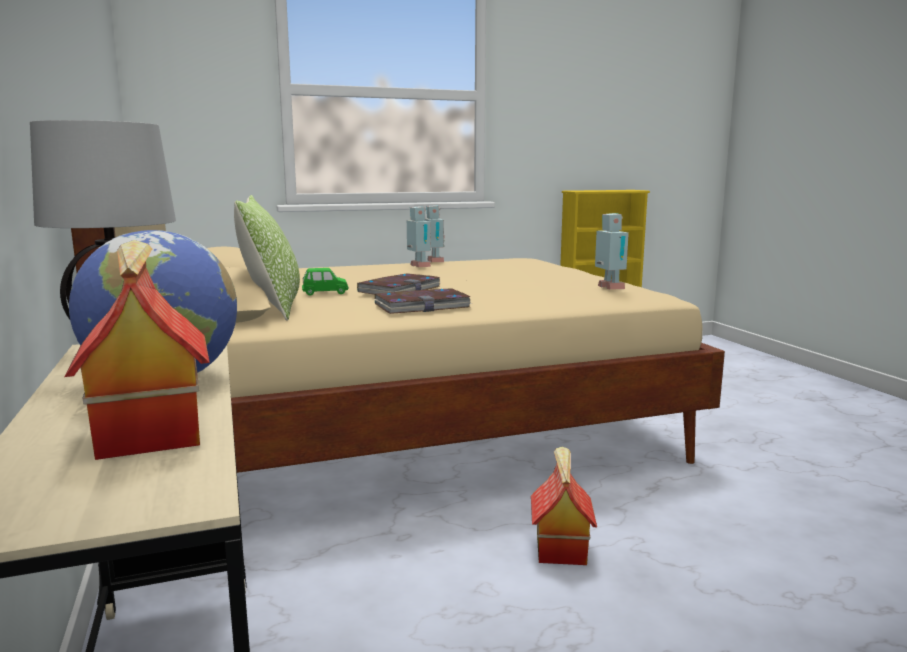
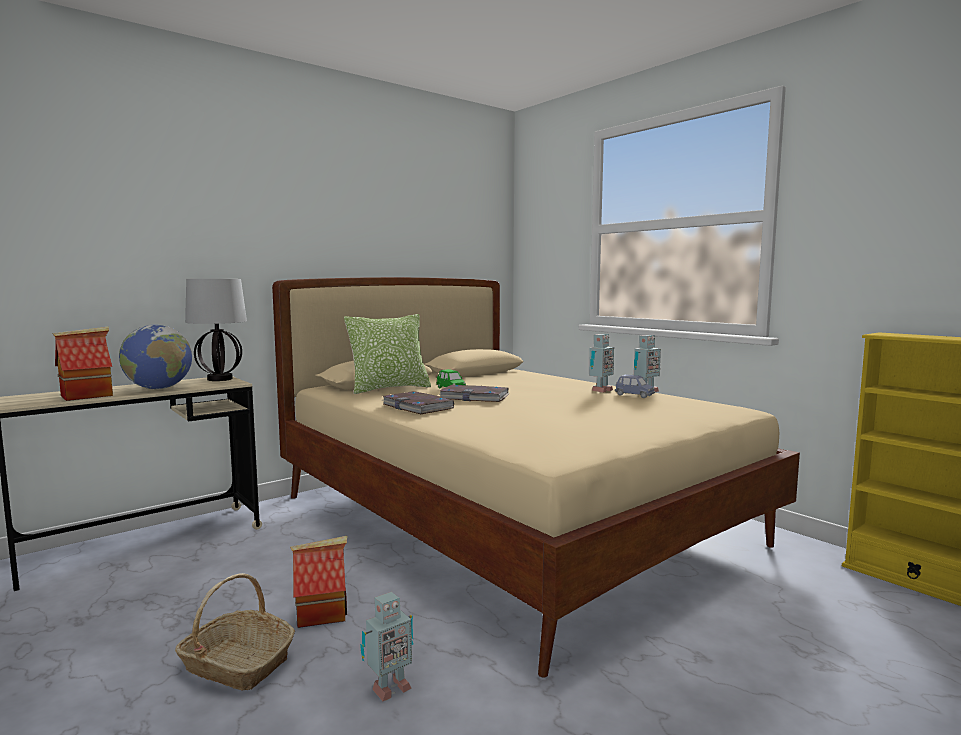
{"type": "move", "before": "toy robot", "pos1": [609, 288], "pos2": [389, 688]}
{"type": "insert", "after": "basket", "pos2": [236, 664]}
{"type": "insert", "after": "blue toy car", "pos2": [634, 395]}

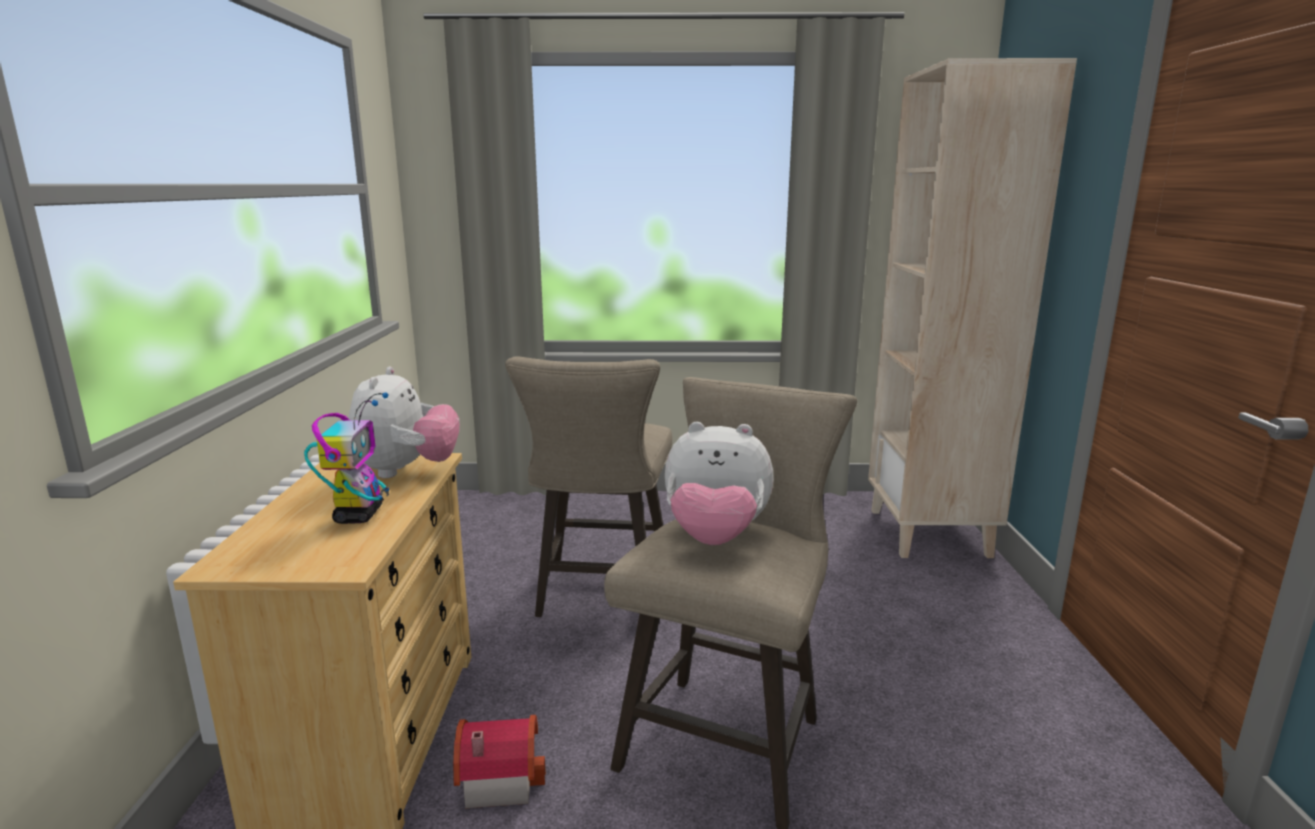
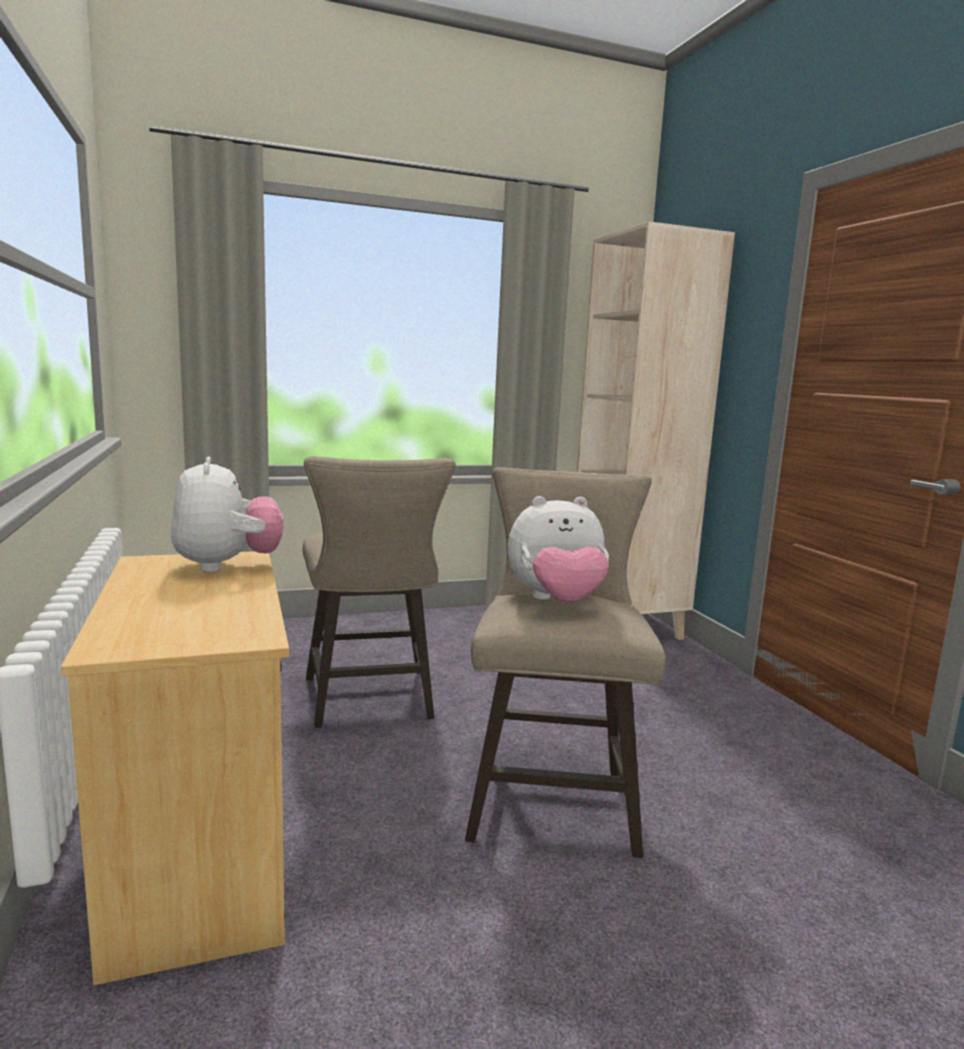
{"type": "delete", "before": "toy robot", "pos1": [359, 515]}
{"type": "delete", "before": "toy house", "pos1": [498, 778]}

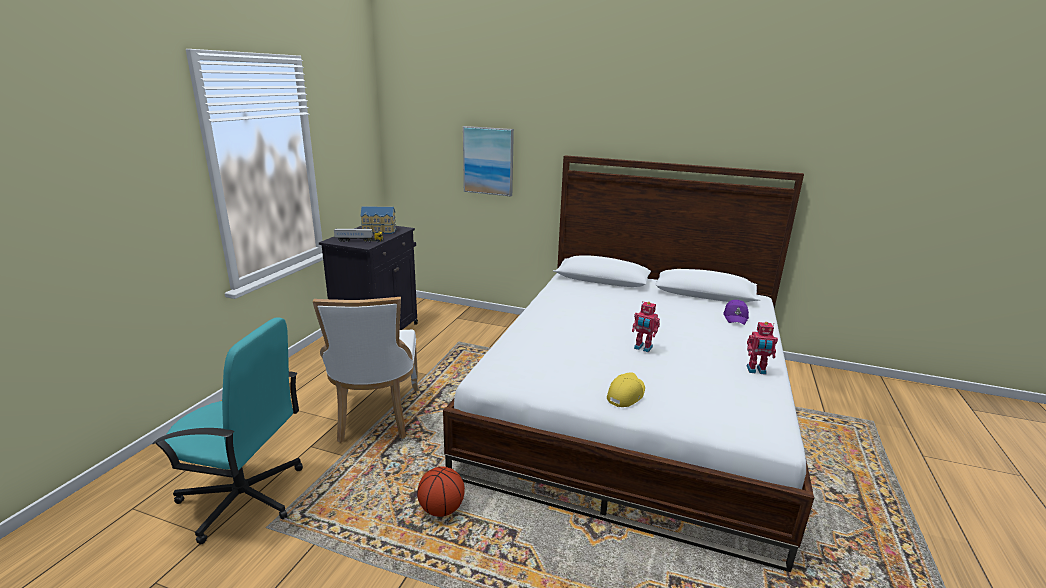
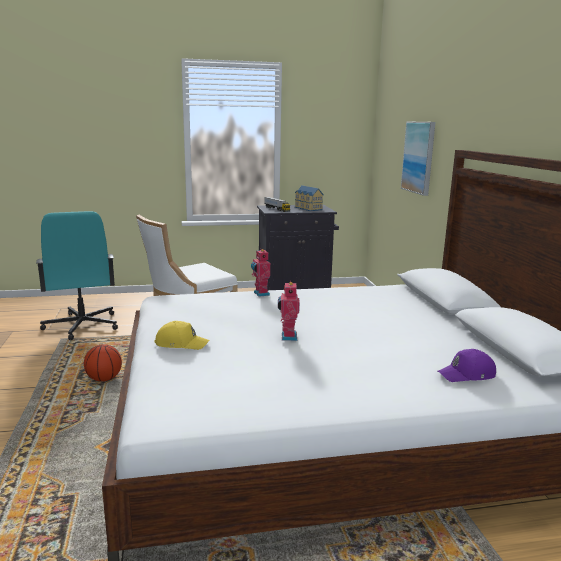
{"type": "move", "before": "toy robot", "pos1": [756, 370], "pos2": [260, 294]}

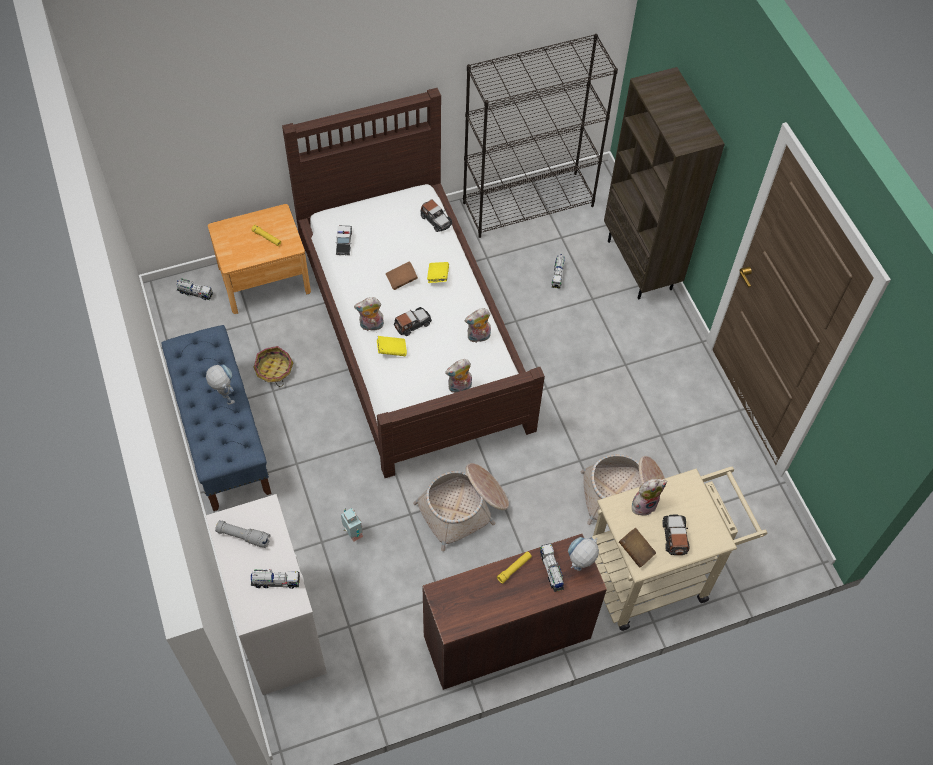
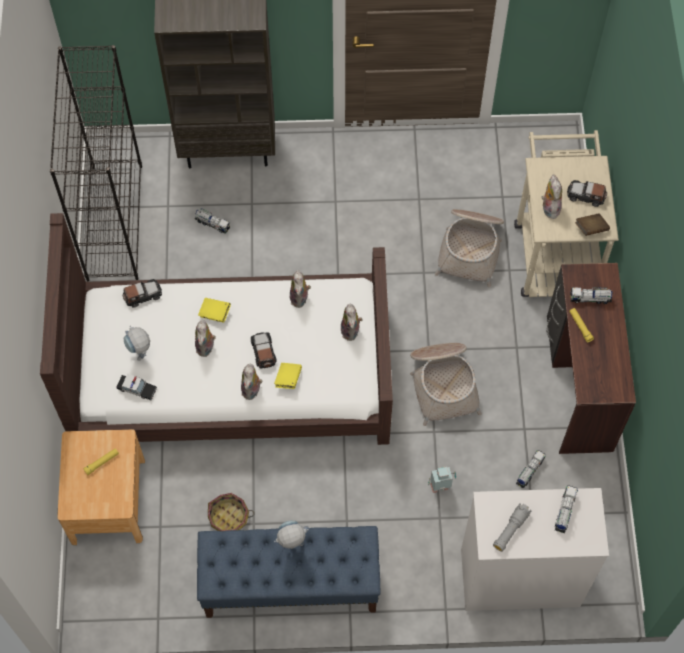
{"type": "move", "before": "toy truck", "pos1": [195, 293], "pos2": [529, 471]}
{"type": "replace", "before": "brown book", "after": "plush toy", "pos1": [401, 280], "pos2": [206, 347]}
{"type": "move", "before": "toy robot", "pos1": [579, 568], "pos2": [141, 356]}

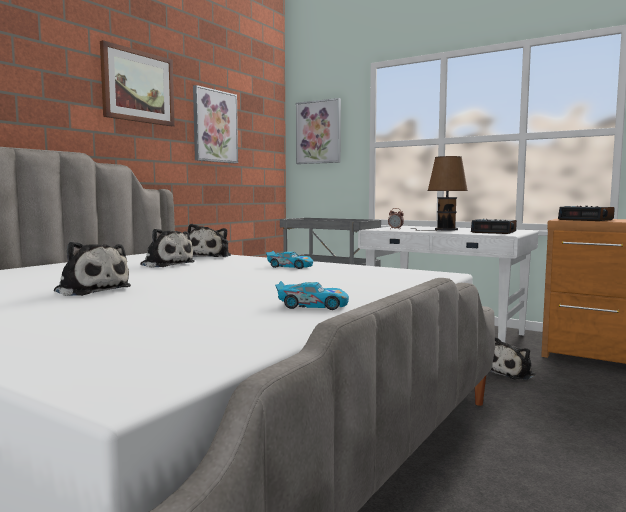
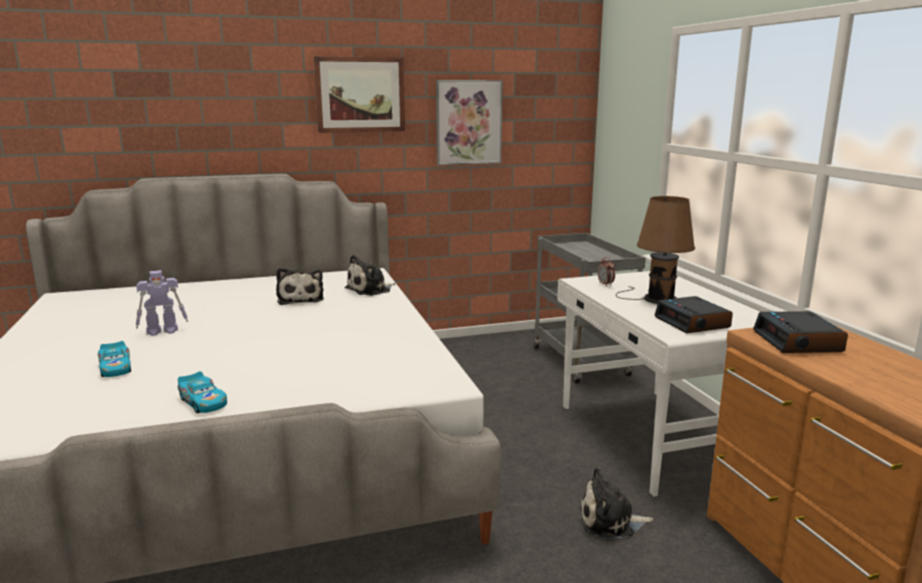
{"type": "replace", "before": "plush toy", "after": "toy robot", "pos1": [91, 290], "pos2": [163, 331]}
{"type": "move", "before": "toy car", "pos1": [290, 267], "pos2": [115, 368]}
{"type": "delete", "before": "picture", "pos1": [318, 132]}

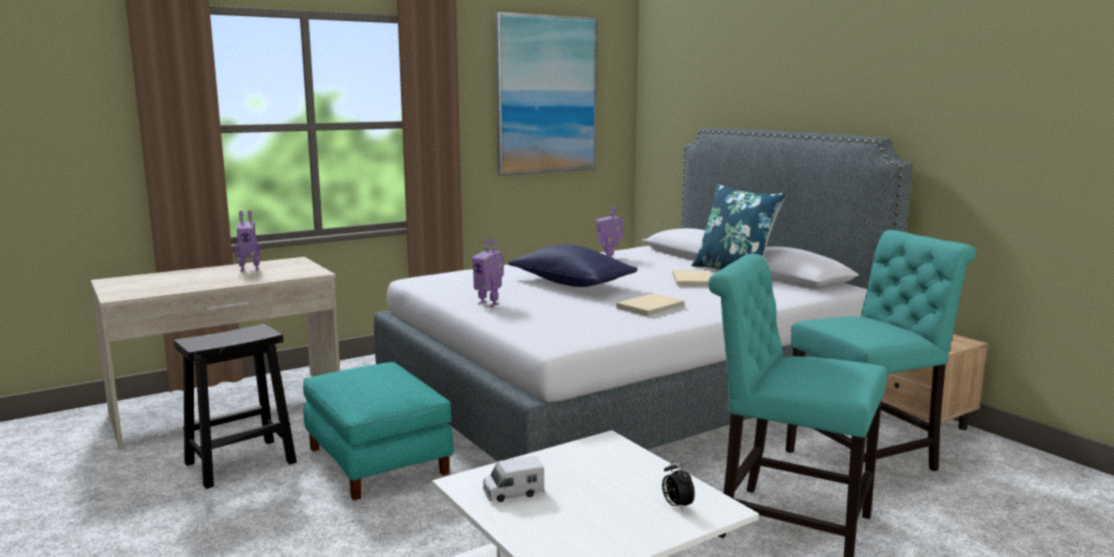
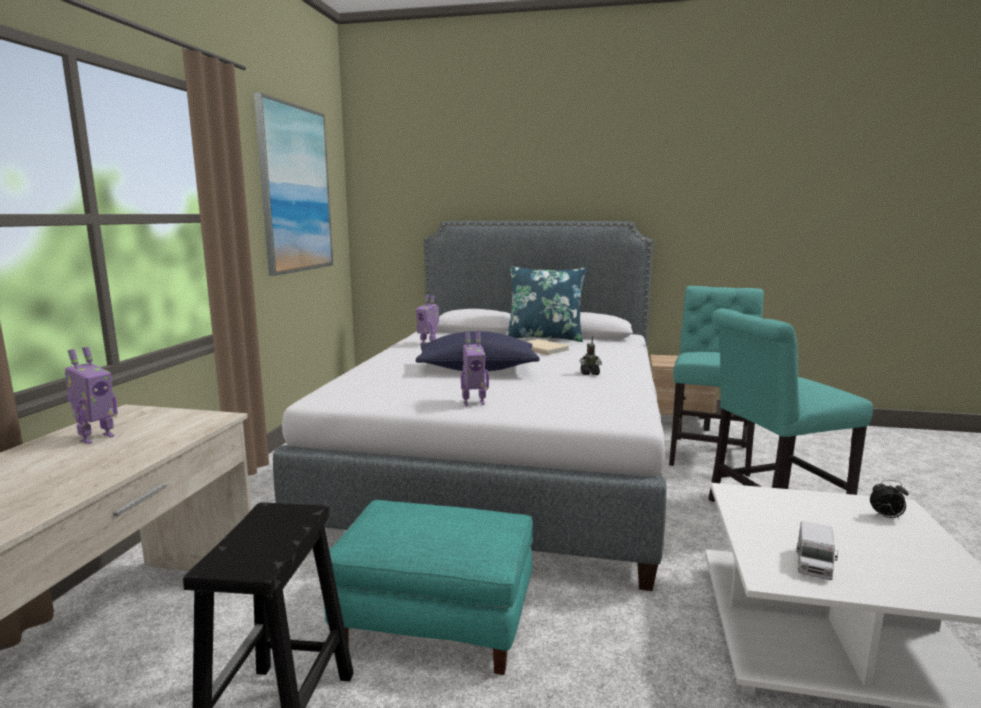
{"type": "replace", "before": "beige book", "after": "toy robot", "pos1": [652, 307], "pos2": [590, 373]}

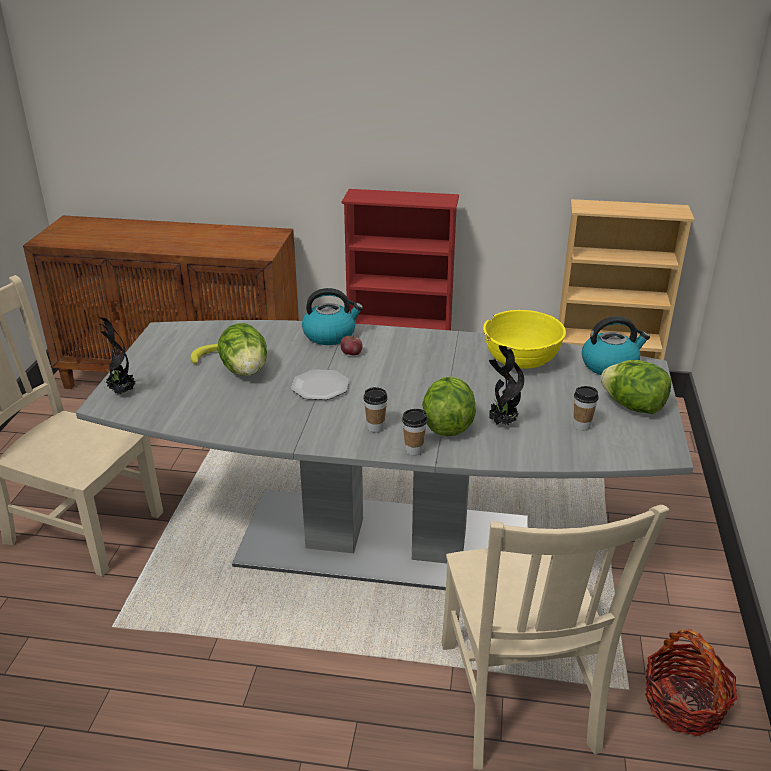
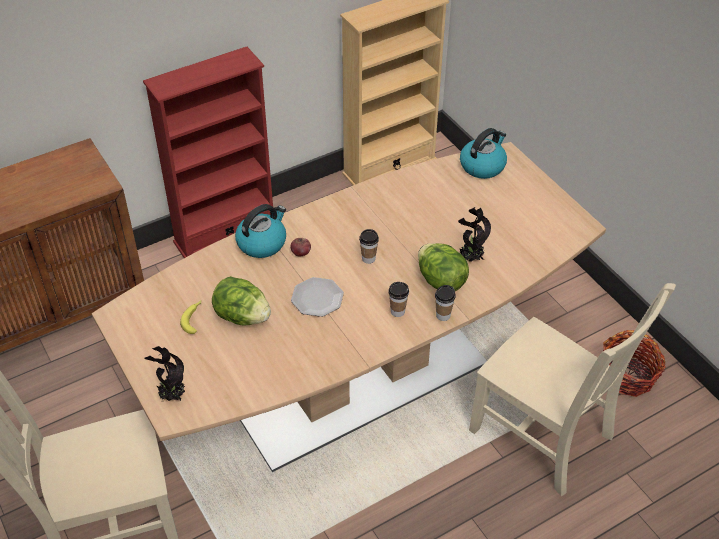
{"type": "recolor", "before": "grey dining table", "after": "brown dining table", "pos1": [386, 543], "pos2": [359, 380]}
{"type": "delete", "before": "yellow bowl", "pos1": [521, 360]}
{"type": "move", "before": "cup", "pos1": [581, 426], "pos2": [368, 258]}
{"type": "delete", "before": "lettuce", "pos1": [633, 406]}

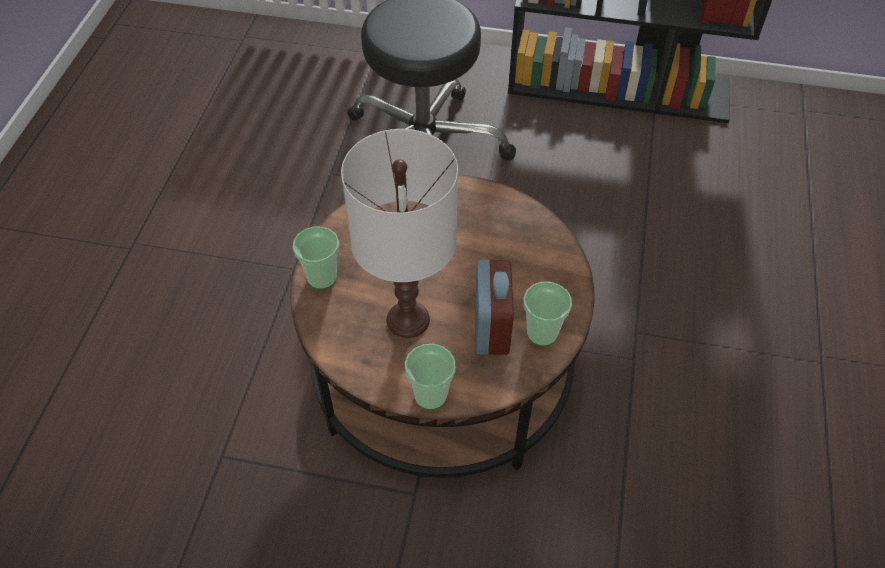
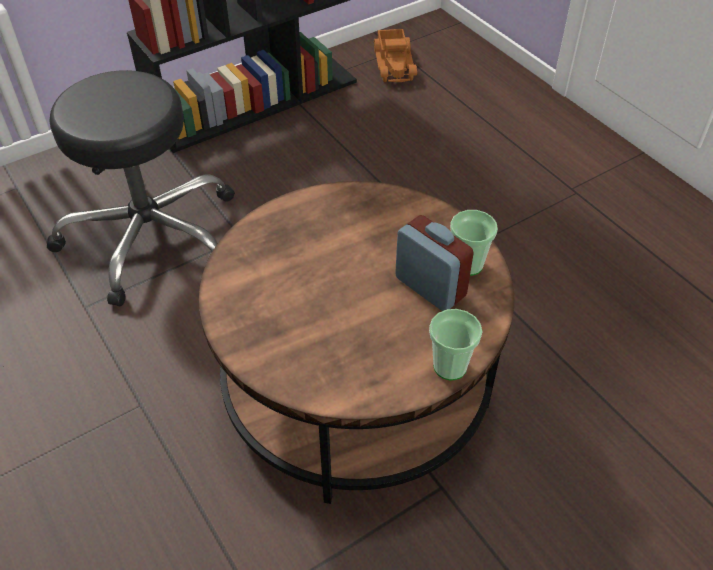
{"type": "delete", "before": "cup", "pos1": [322, 277]}
{"type": "delete", "before": "white table lamp", "pos1": [408, 320]}
{"type": "insert", "after": "toy truck", "pos2": [395, 64]}

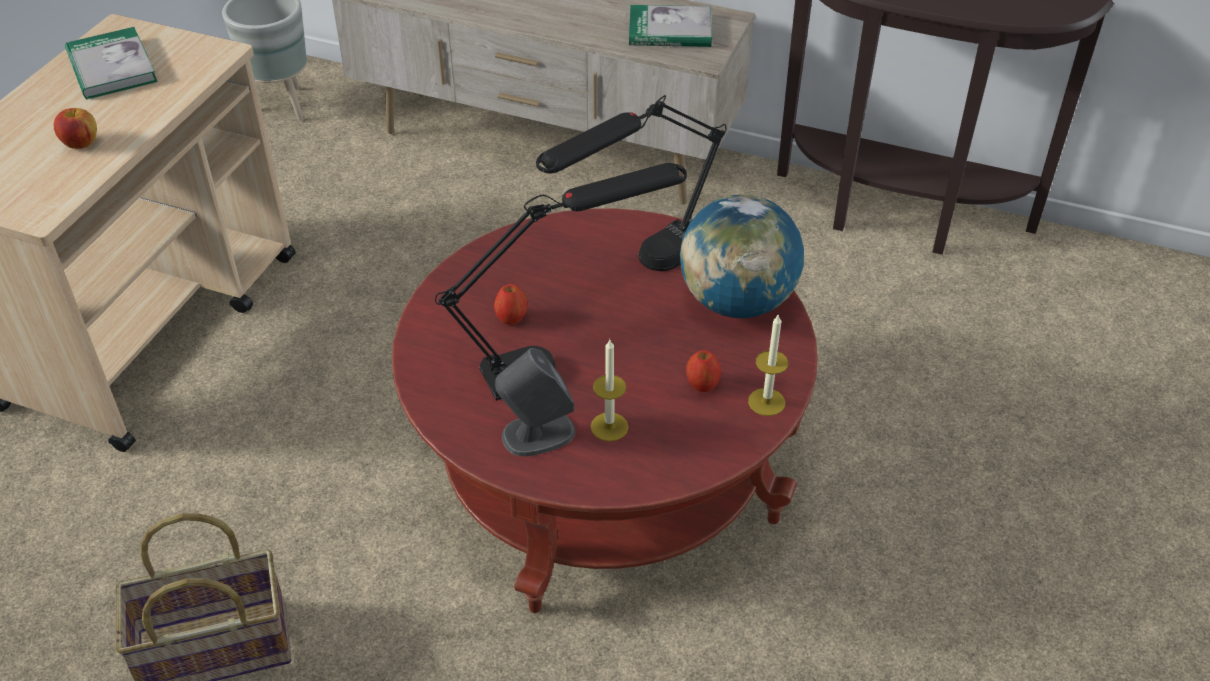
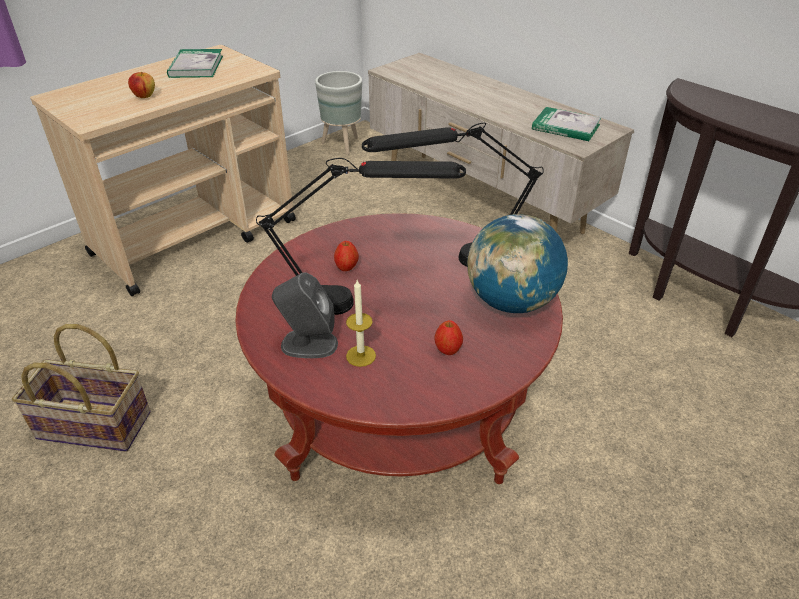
{"type": "delete", "before": "candle", "pos1": [766, 402]}

